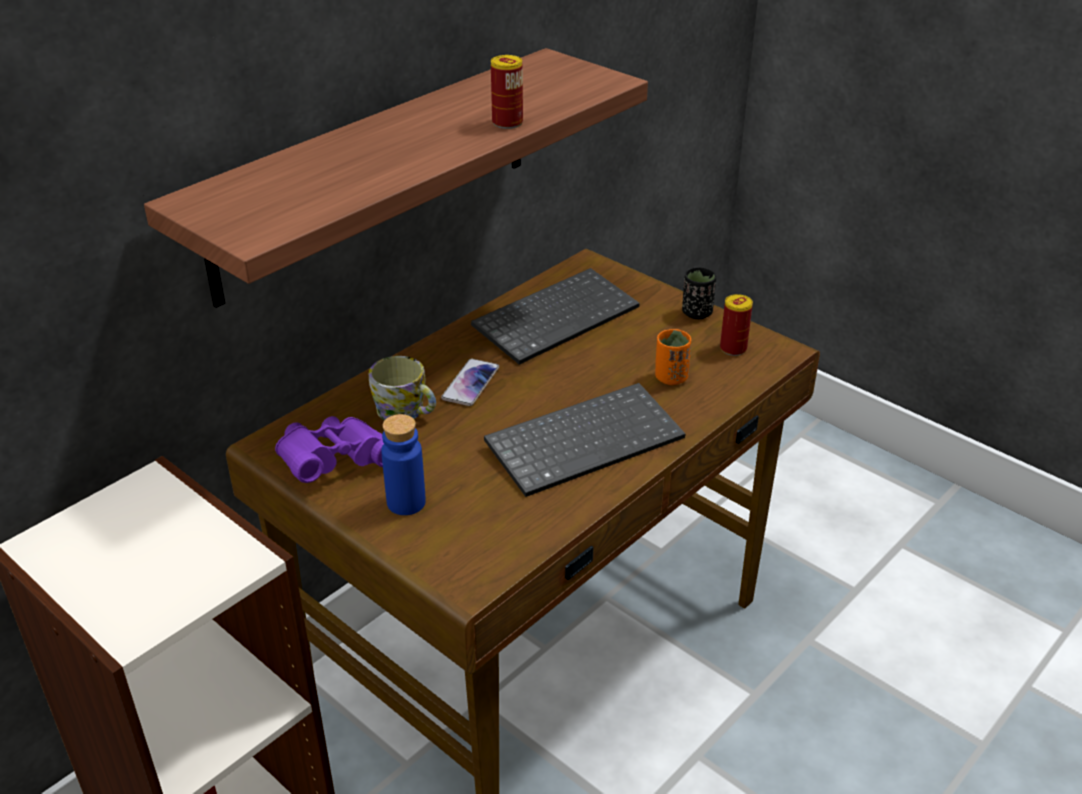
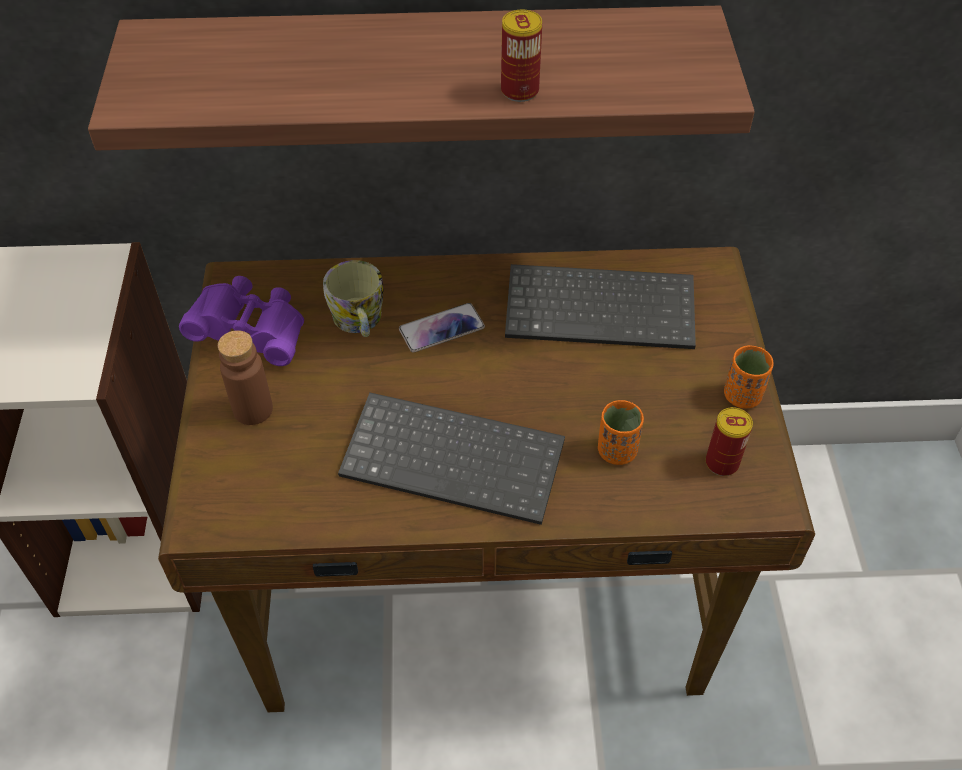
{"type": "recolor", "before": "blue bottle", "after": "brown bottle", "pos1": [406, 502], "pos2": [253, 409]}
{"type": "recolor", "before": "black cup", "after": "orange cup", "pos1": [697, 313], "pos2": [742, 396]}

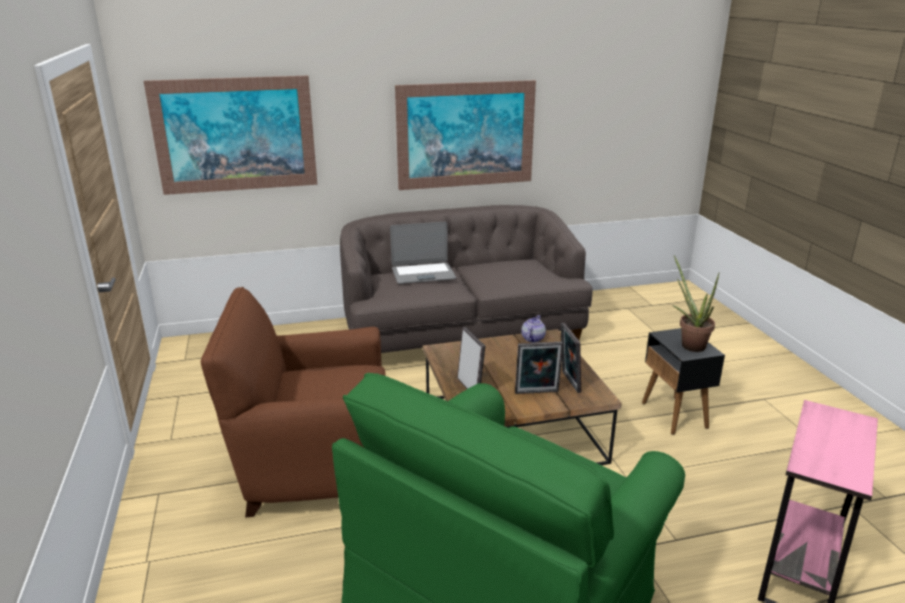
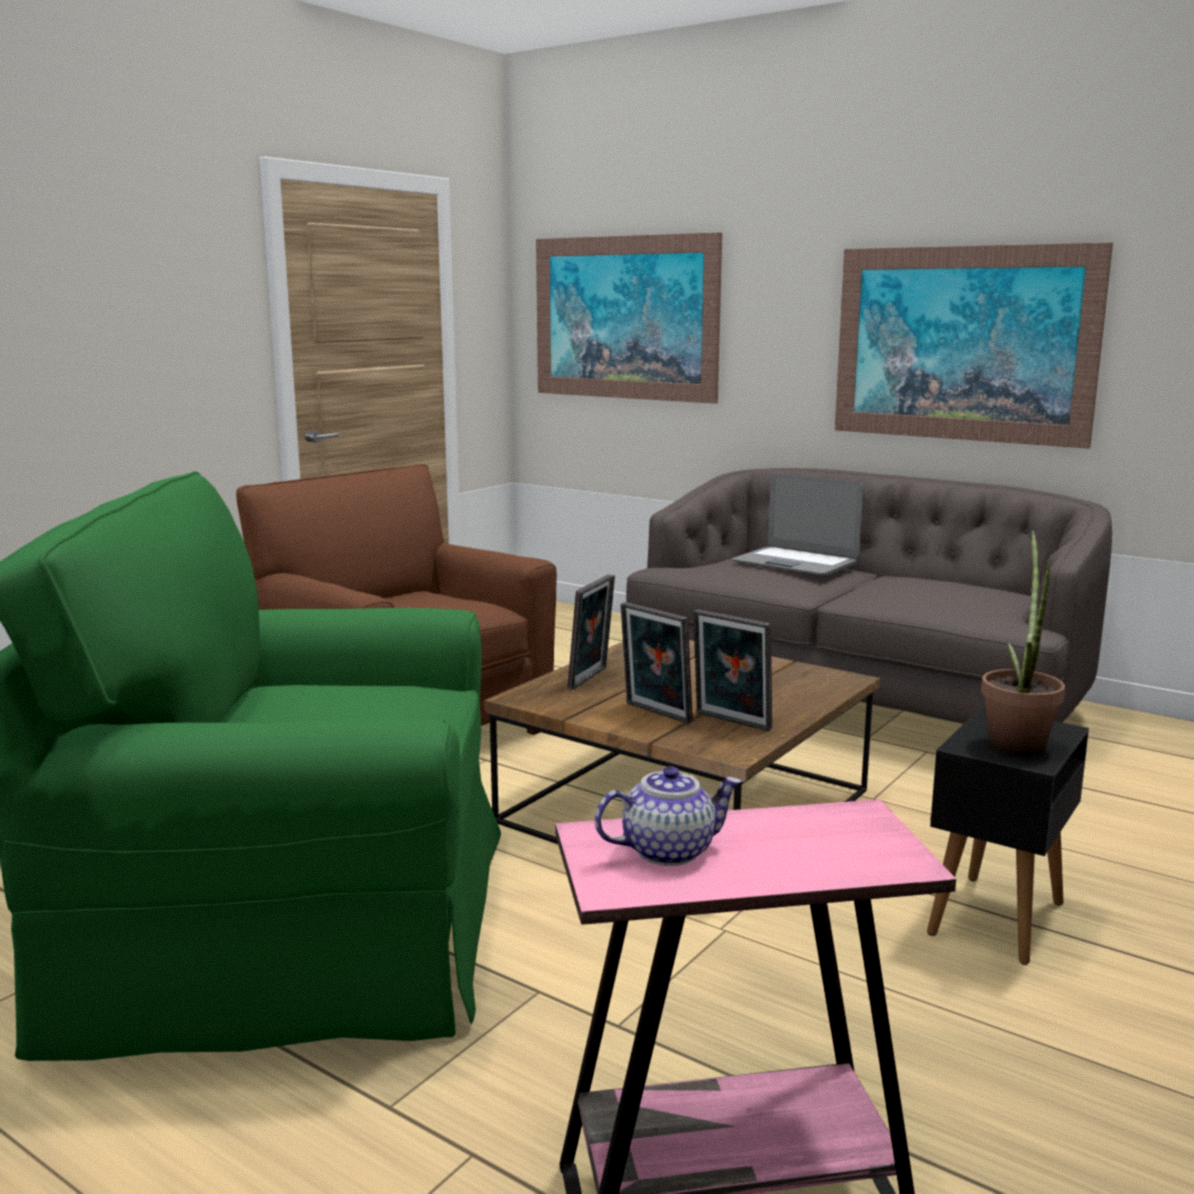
{"type": "move", "before": "teapot", "pos1": [532, 338], "pos2": [668, 850]}
{"type": "rotate", "before": "picture frame", "pos1": [568, 382], "pos2": [730, 722], "turn": -90}

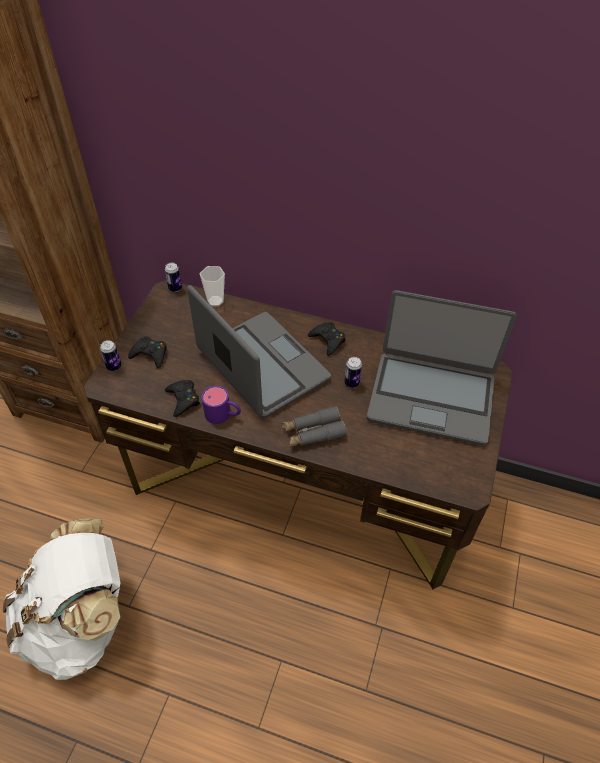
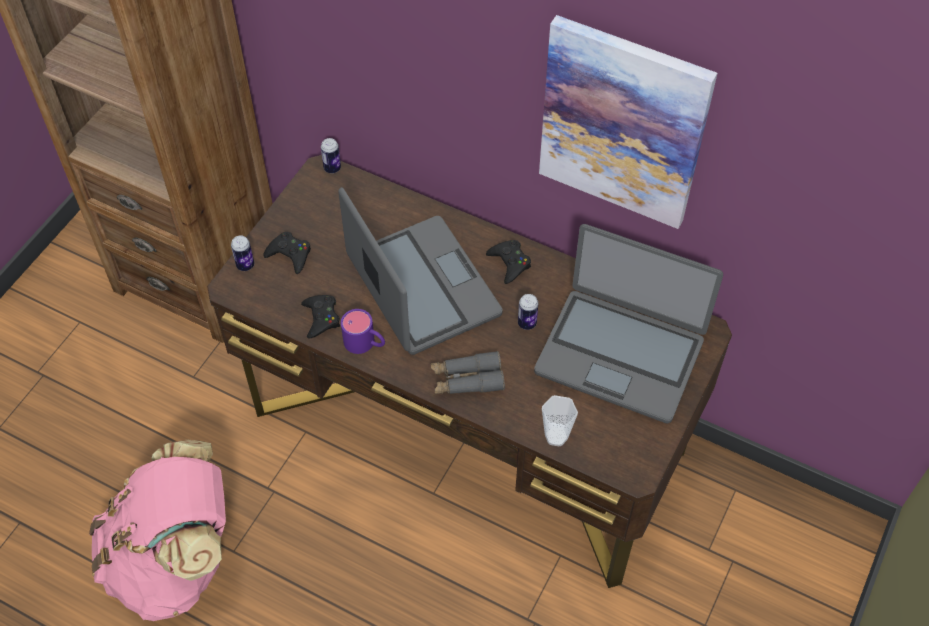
{"type": "recolor", "before": "white backpack", "after": "pink backpack", "pos1": [82, 621], "pos2": [177, 560]}
{"type": "move", "before": "cup", "pos1": [215, 301], "pos2": [556, 436]}
{"type": "insert", "after": "picture", "pos2": [623, 123]}

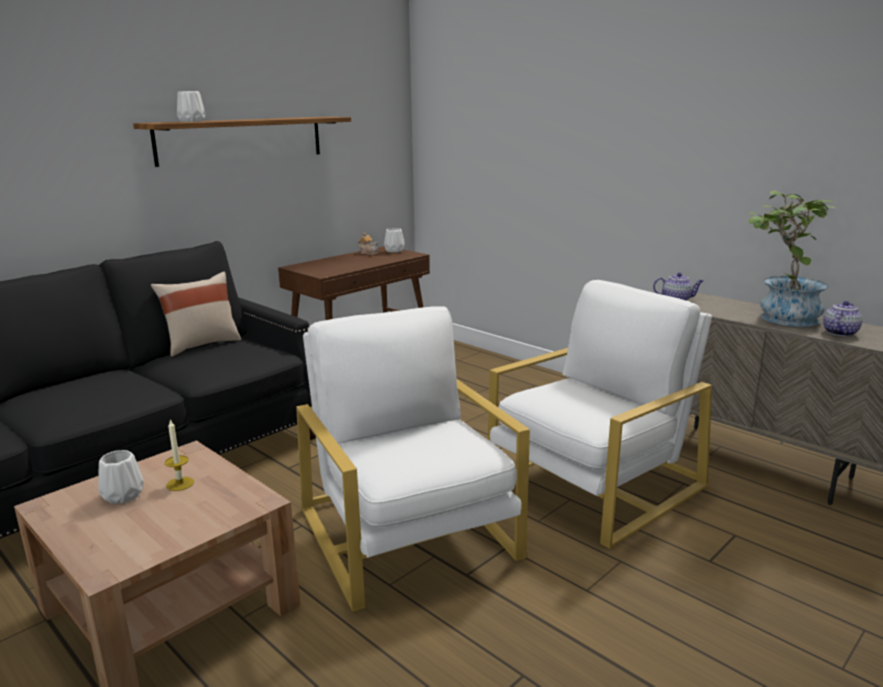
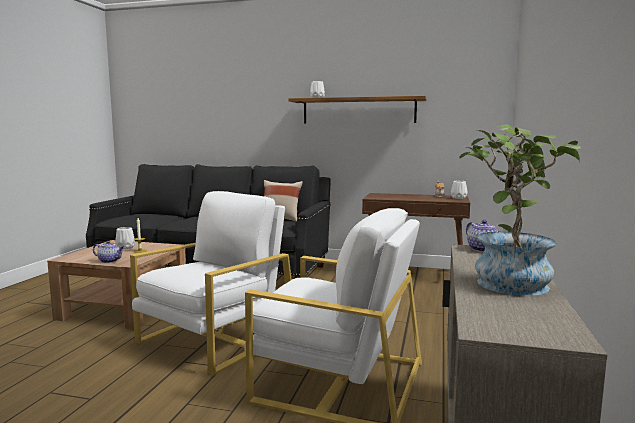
{"type": "move", "before": "teapot", "pos1": [839, 332], "pos2": [110, 261]}

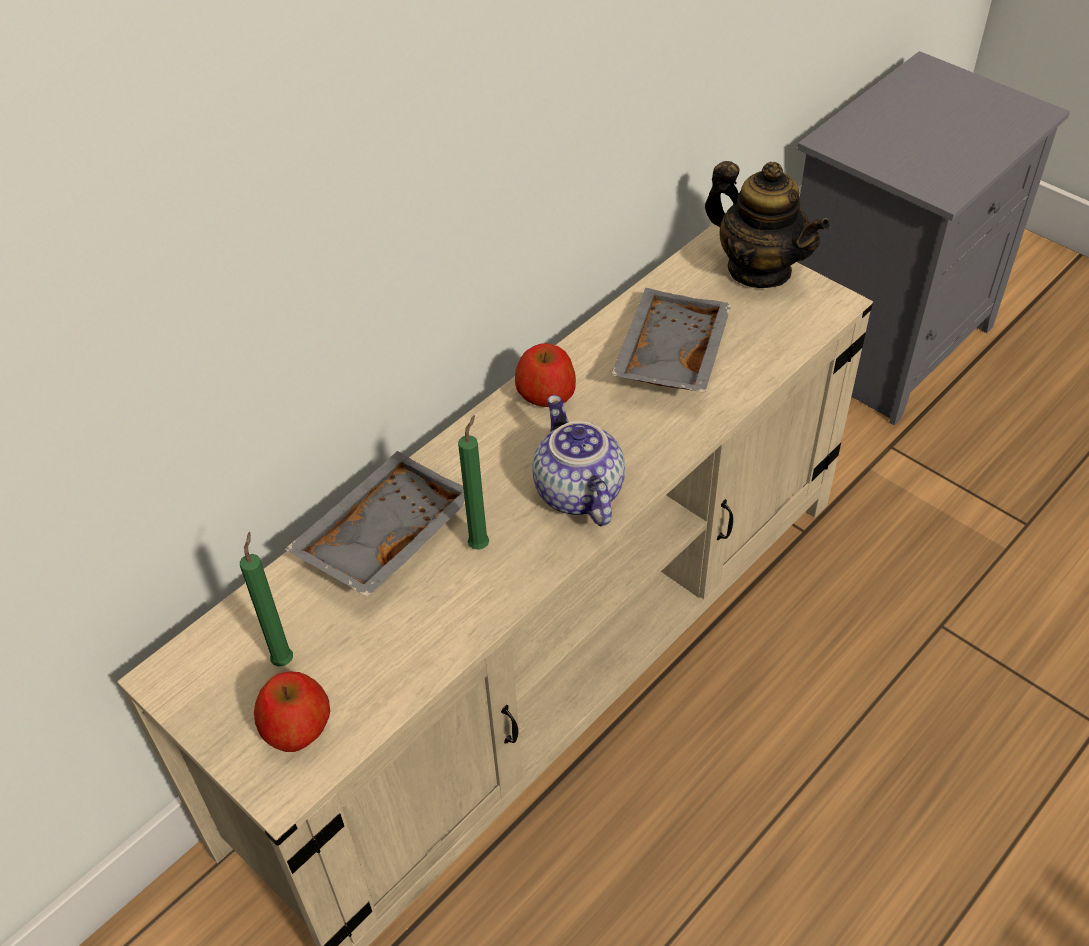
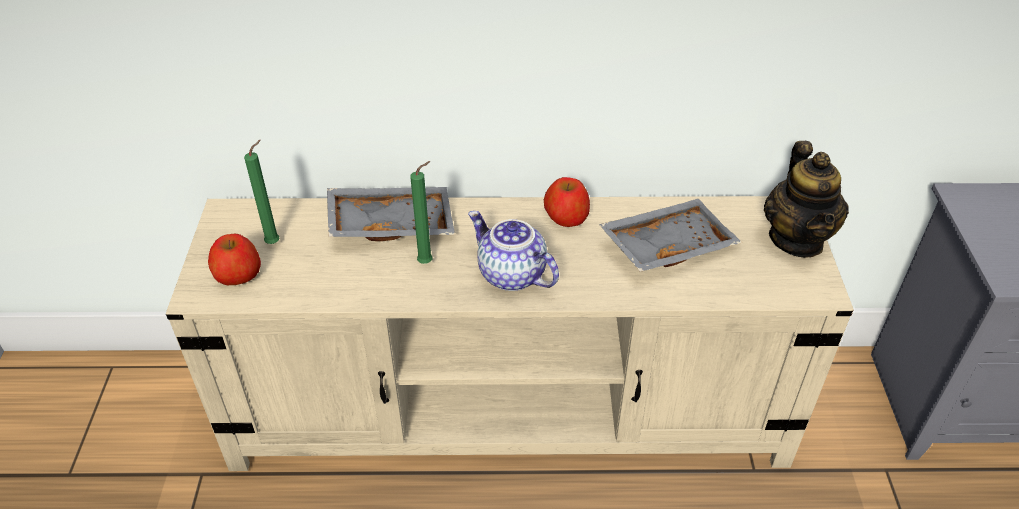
{"type": "rotate", "before": "teapot", "pos1": [576, 492], "pos2": [510, 275], "turn": -75}

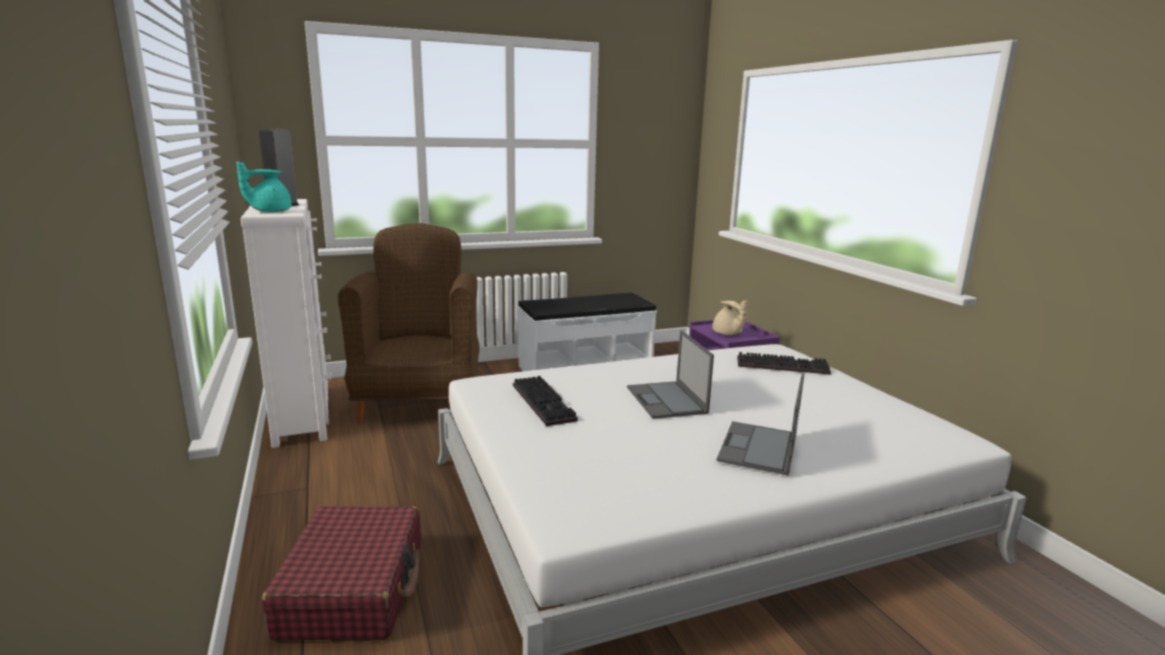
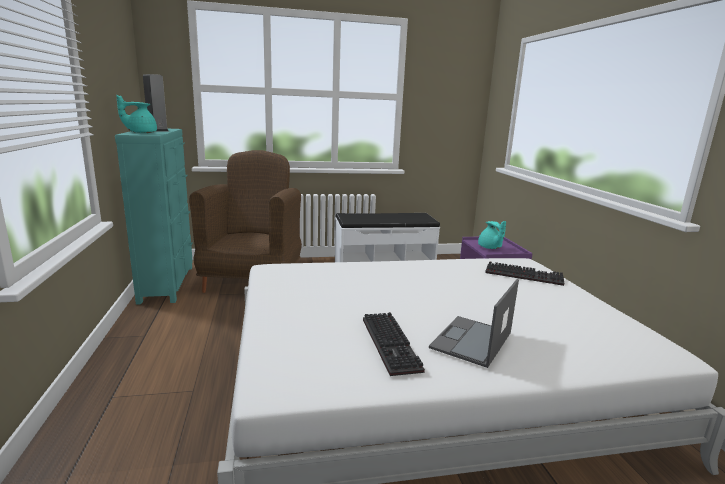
{"type": "recolor", "before": "white dresser", "after": "turquoise dresser", "pos1": [303, 415], "pos2": [168, 283]}
{"type": "delete", "before": "red suitcase", "pos1": [353, 589]}
{"type": "move", "before": "keyboard", "pos1": [545, 403], "pos2": [393, 345]}
{"type": "delete", "before": "laptop", "pos1": [667, 400]}
{"type": "recolor", "before": "beige teapot", "after": "turquoise teapot", "pos1": [727, 334], "pos2": [490, 248]}

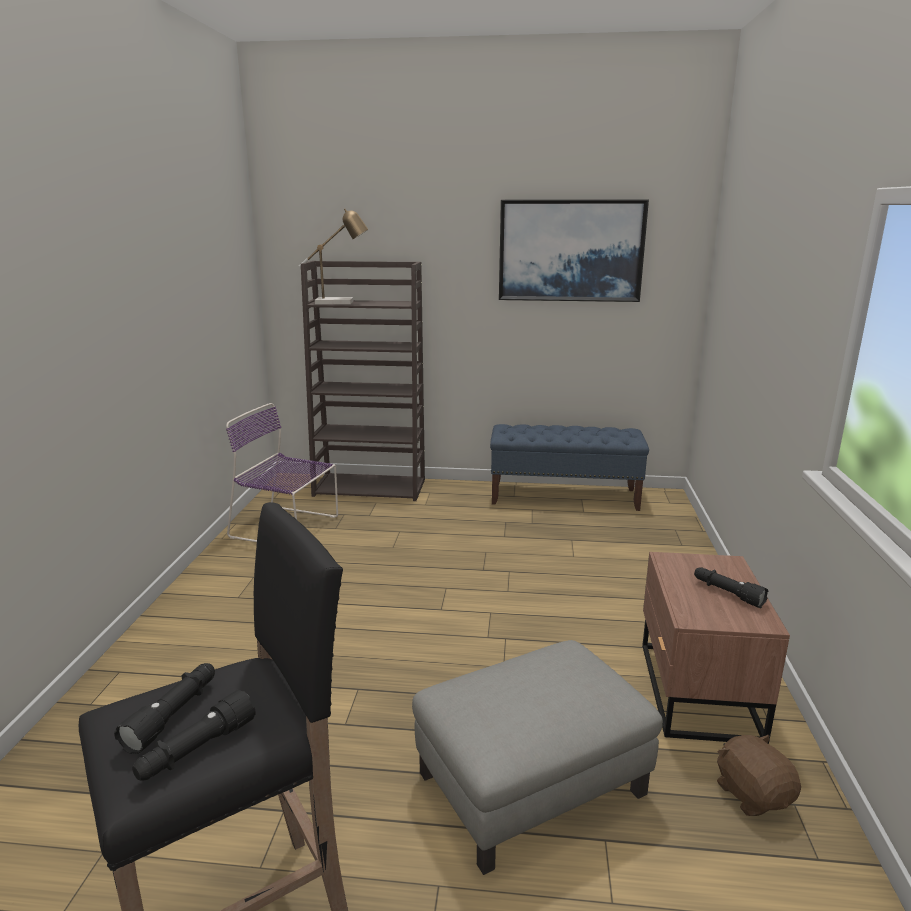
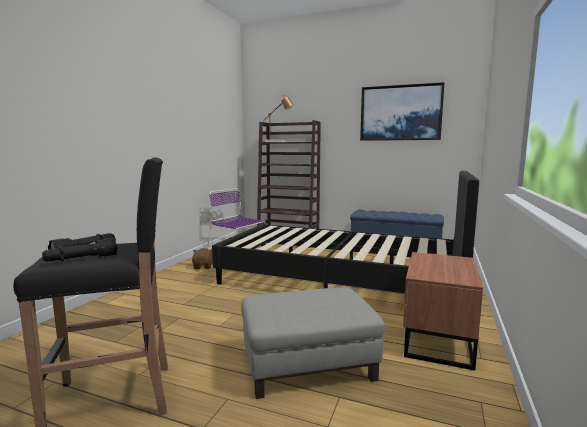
{"type": "delete", "before": "black flashlight", "pos1": [727, 593]}
{"type": "move", "before": "brown plush toy", "pos1": [753, 794], "pos2": [203, 267]}
{"type": "insert", "after": "black bed", "pos2": [339, 281]}

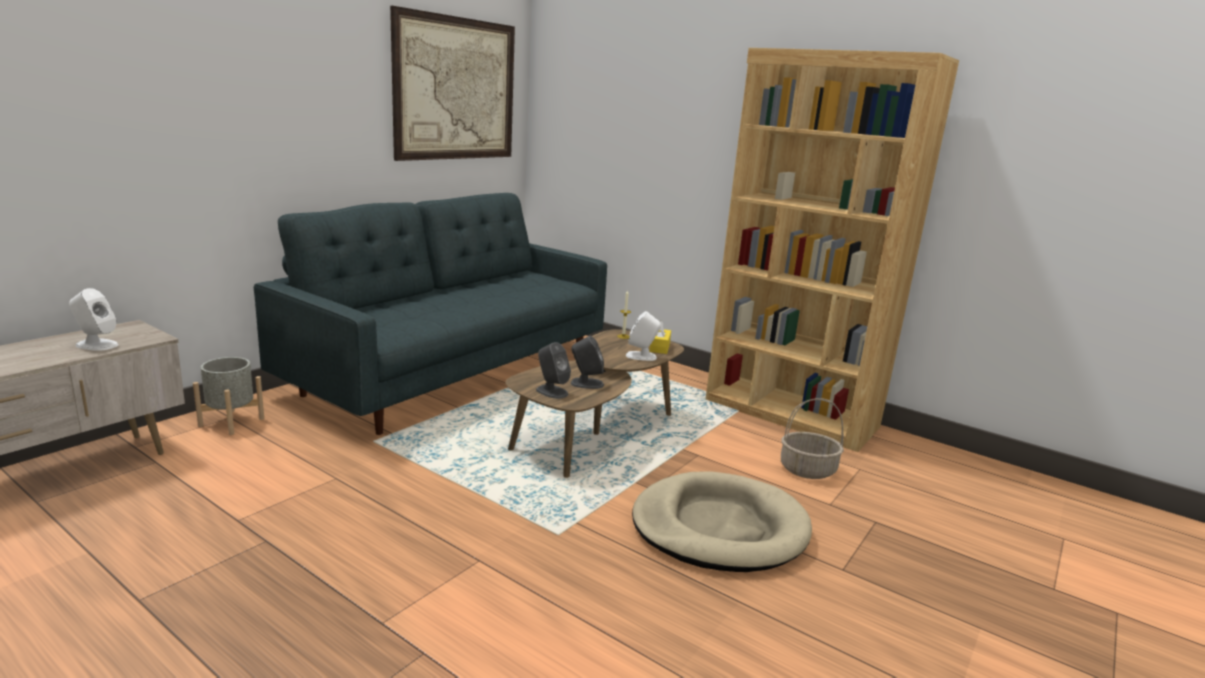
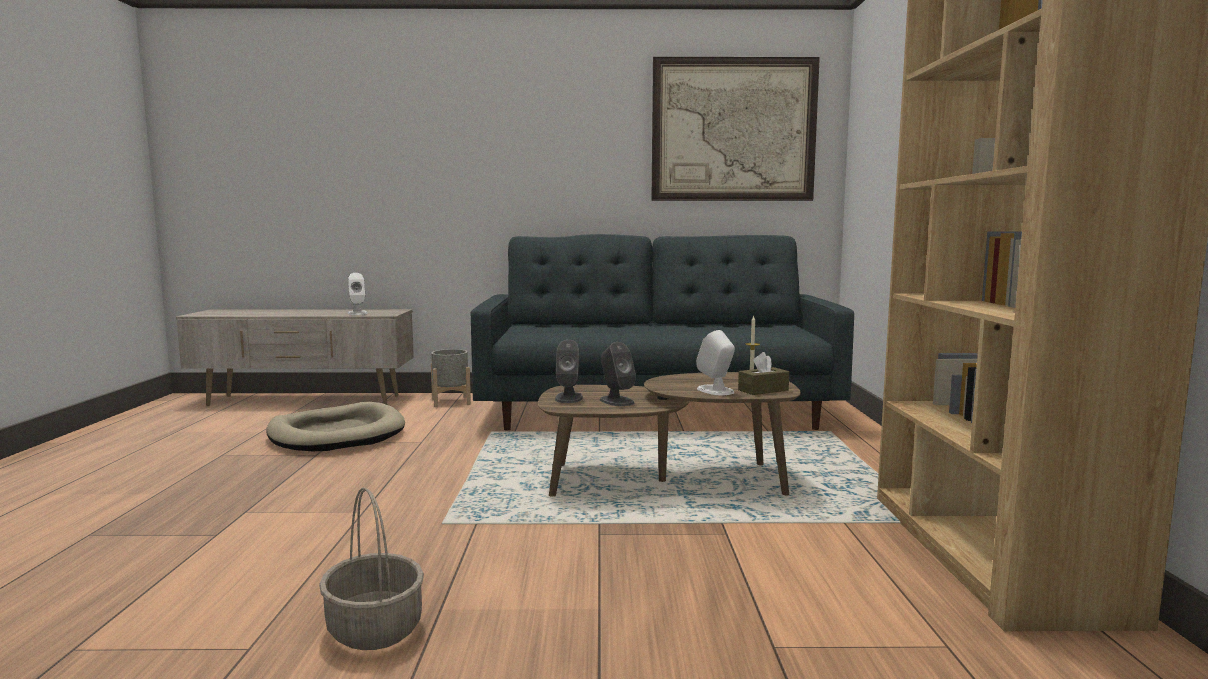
{"type": "move", "before": "beige dog bed", "pos1": [719, 528], "pos2": [337, 434]}
{"type": "recolor", "before": "yellow tissue box", "after": "brown tissue box", "pos1": [659, 347], "pos2": [763, 390]}
{"type": "move", "before": "basket", "pos1": [807, 470], "pos2": [373, 628]}

